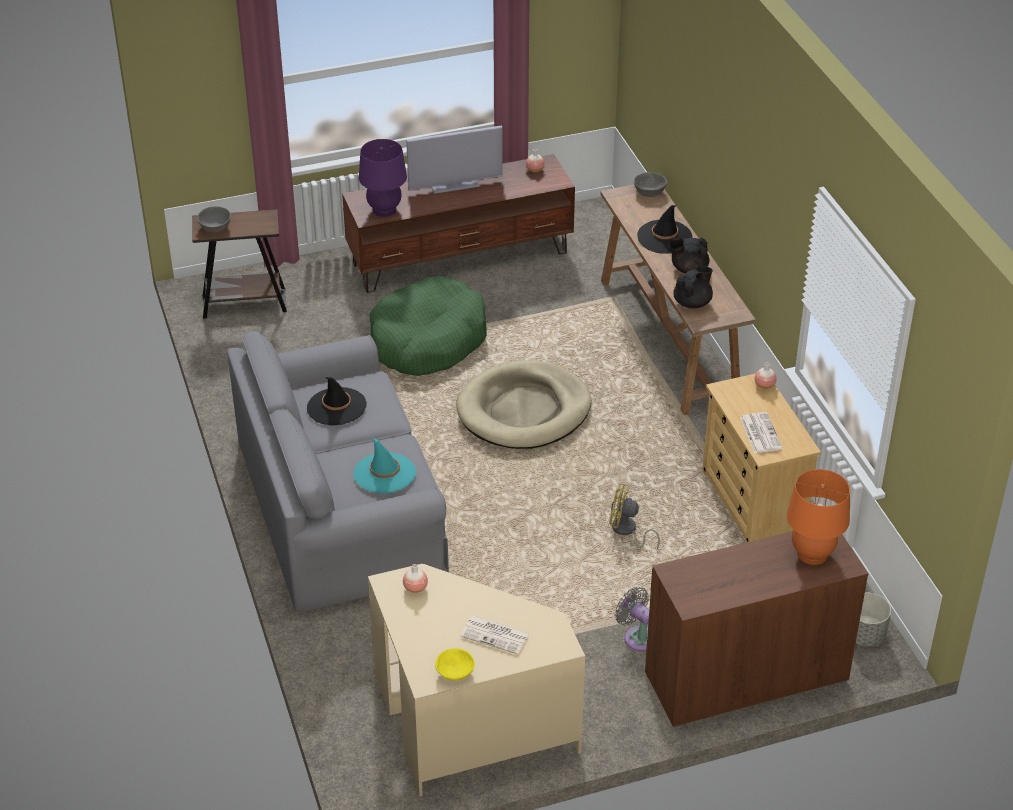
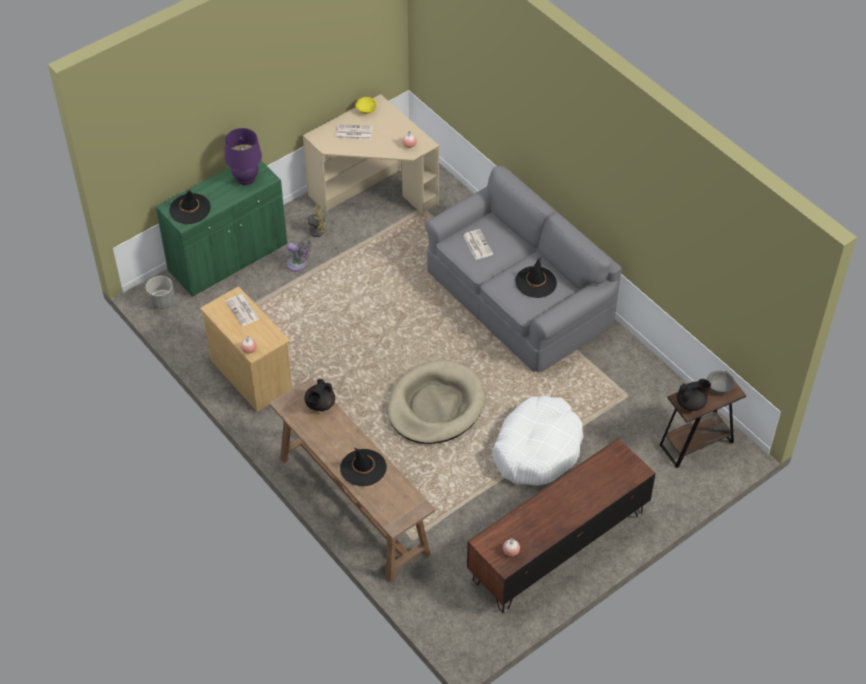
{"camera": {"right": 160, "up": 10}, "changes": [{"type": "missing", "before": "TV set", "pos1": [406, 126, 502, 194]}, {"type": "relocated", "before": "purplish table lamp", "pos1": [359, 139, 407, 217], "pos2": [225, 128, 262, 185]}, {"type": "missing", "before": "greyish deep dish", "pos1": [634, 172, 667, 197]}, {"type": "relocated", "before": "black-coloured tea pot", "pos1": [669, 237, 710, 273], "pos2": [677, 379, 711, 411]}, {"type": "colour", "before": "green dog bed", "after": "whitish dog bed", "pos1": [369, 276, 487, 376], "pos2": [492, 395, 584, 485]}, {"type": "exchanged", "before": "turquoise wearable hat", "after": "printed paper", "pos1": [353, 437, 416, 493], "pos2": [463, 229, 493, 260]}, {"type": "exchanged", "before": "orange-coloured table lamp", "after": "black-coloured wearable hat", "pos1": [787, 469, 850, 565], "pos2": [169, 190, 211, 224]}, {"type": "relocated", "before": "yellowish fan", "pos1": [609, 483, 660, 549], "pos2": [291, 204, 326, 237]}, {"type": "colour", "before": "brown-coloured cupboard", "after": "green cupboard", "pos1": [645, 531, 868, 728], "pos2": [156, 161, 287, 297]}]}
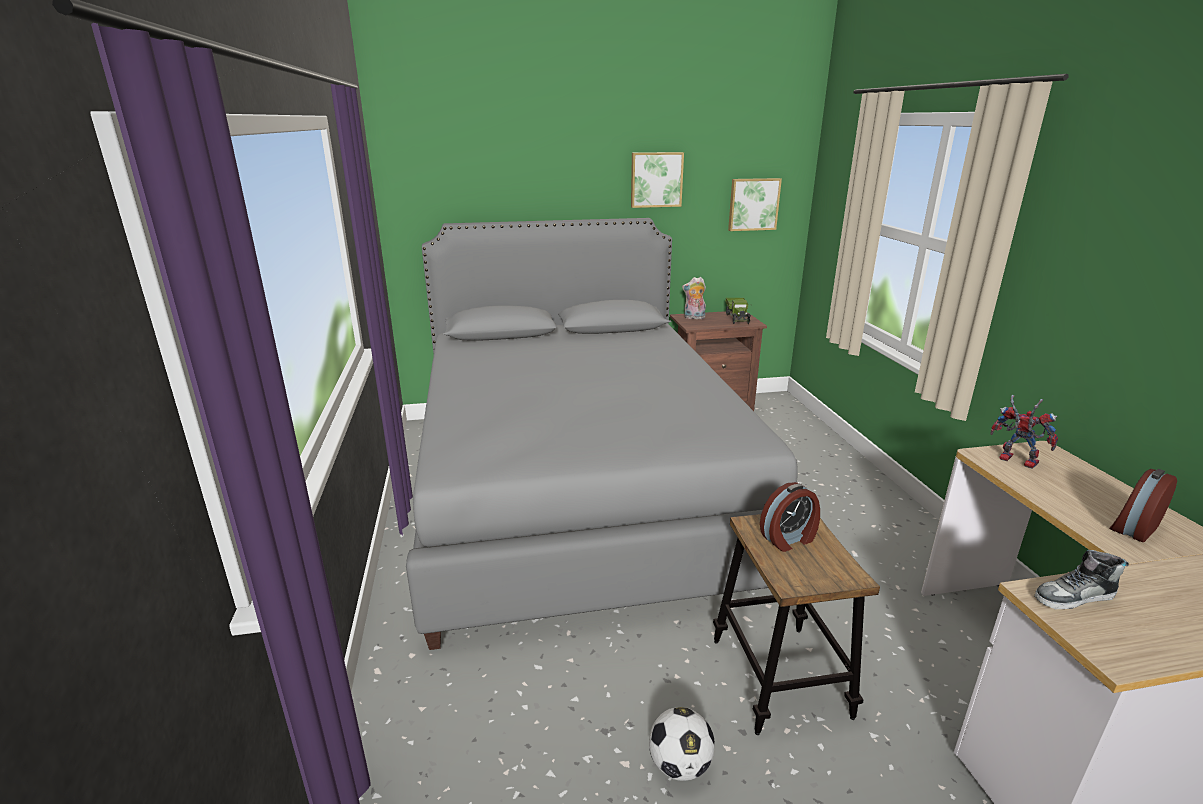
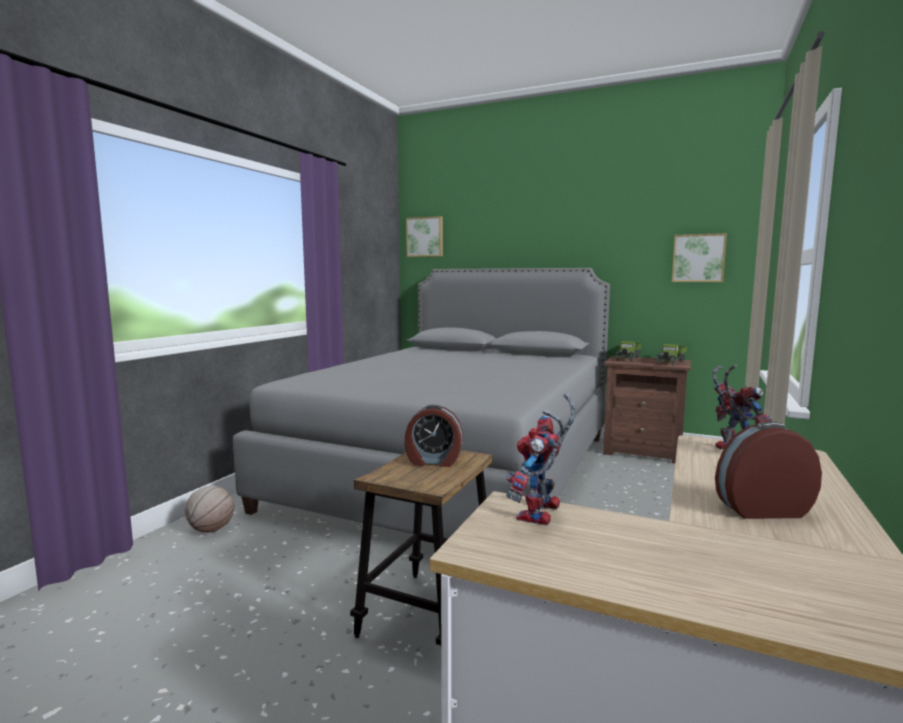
{"camera": {"right": 35, "up": -15}, "changes": [{"type": "relocated", "before": "picture", "pos1": [631, 152, 684, 208], "pos2": [406, 216, 443, 257]}, {"type": "exchanged", "before": "soft toy", "after": "toy truck", "pos1": [682, 277, 706, 319], "pos2": [616, 341, 641, 362]}, {"type": "exchanged", "before": "item of footwear", "after": "toy robot", "pos1": [1034, 550, 1128, 609], "pos2": [506, 394, 576, 525]}, {"type": "missing", "before": "ball for football", "pos1": [649, 707, 715, 781]}, {"type": "appeared", "after": "basketball", "pos2": [185, 486, 234, 533]}]}
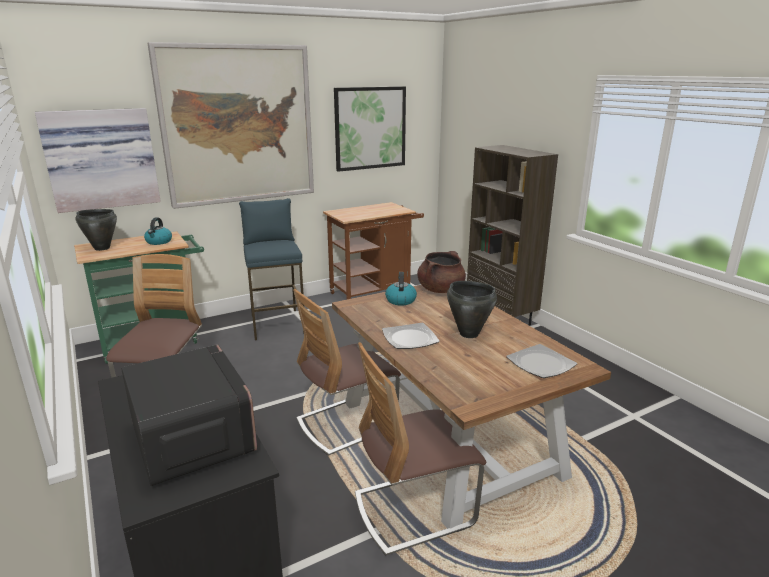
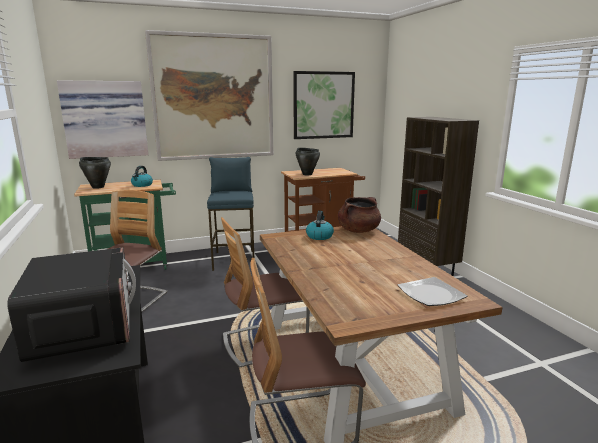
{"camera": {"right": 10, "up": -5}, "changes": [{"type": "relocated", "before": "black-coloured cooking pot", "pos1": [447, 281, 497, 338], "pos2": [295, 148, 320, 175]}, {"type": "missing", "before": "plate", "pos1": [382, 323, 440, 349]}]}
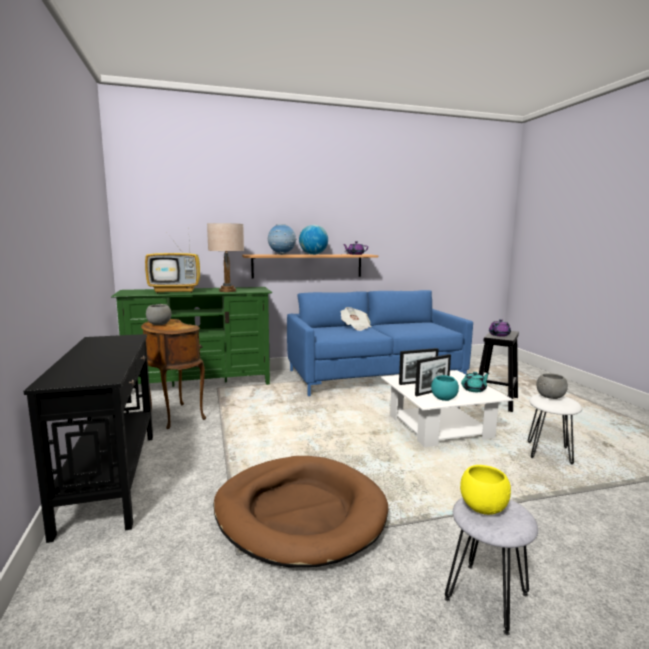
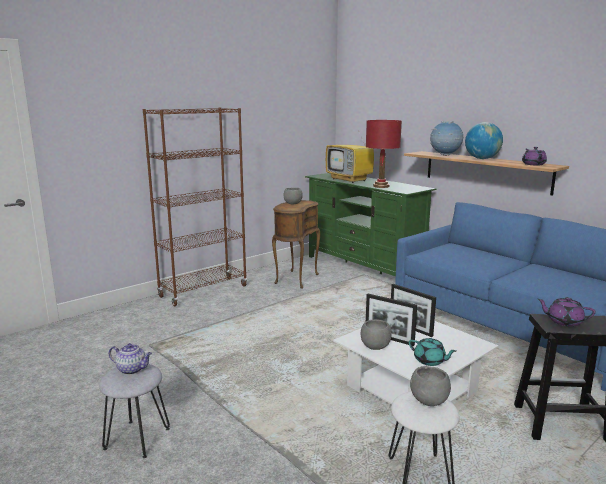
{"camera": {"right": 65, "up": 5}, "changes": [{"type": "colour", "before": "sand-coloured table lamp", "after": "reddish table lamp", "pos1": [207, 223, 244, 292], "pos2": [366, 120, 402, 188]}, {"type": "missing", "before": "printed paper", "pos1": [341, 307, 372, 331]}, {"type": "exchanged", "before": "black-coloured hall table", "after": "brown-coloured bookcase", "pos1": [24, 334, 153, 543], "pos2": [143, 108, 247, 306]}, {"type": "colour", "before": "turquoise deep dish", "after": "greyish deep dish", "pos1": [431, 375, 459, 401], "pos2": [361, 320, 392, 350]}, {"type": "missing", "before": "brown-coloured dog bed", "pos1": [213, 456, 388, 567]}, {"type": "exchanged", "before": "yellowish deep dish", "after": "tea pot", "pos1": [460, 465, 511, 515], "pos2": [109, 343, 152, 375]}]}
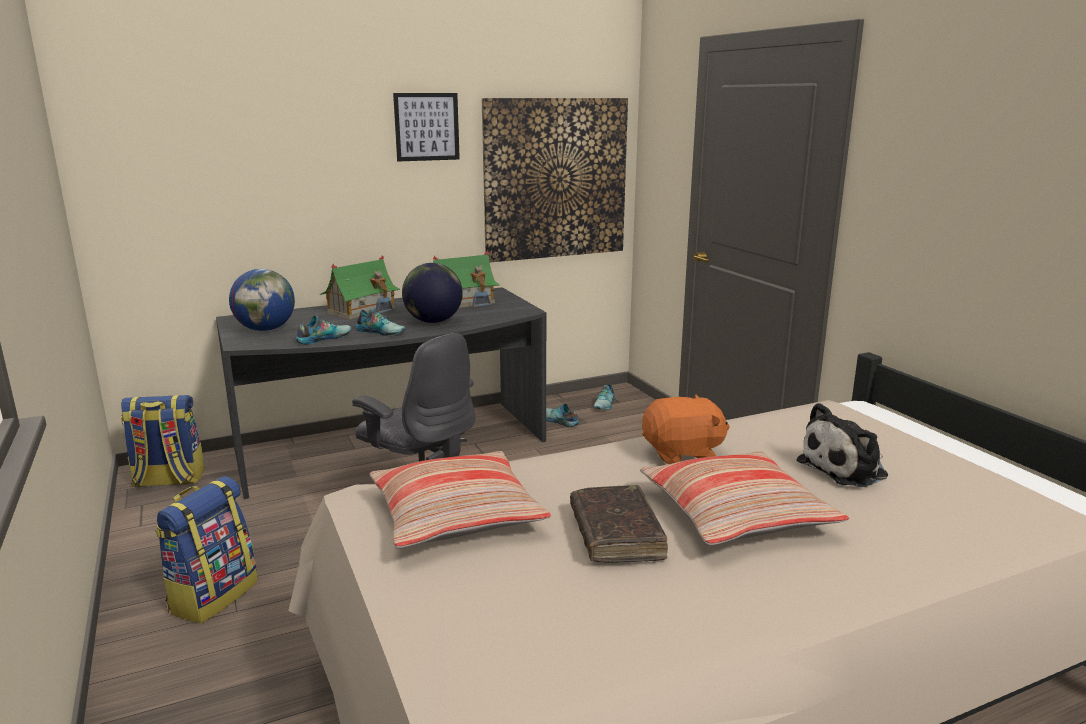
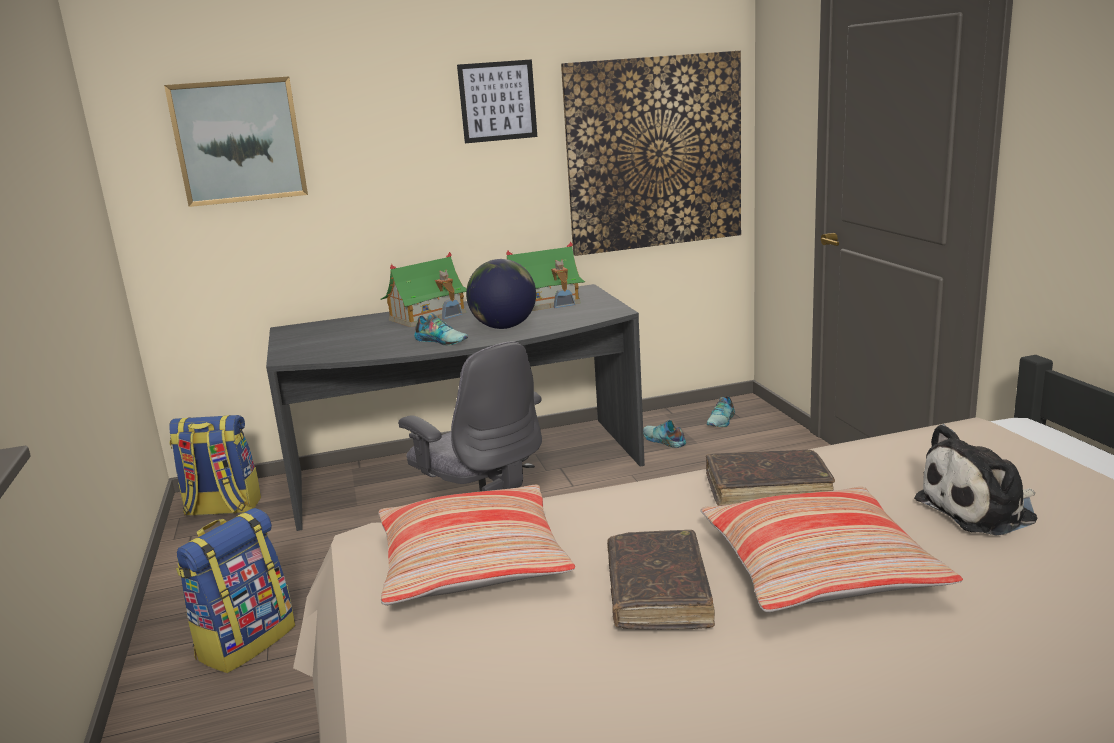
{"camera": {"right": 10, "up": 0}, "changes": [{"type": "missing", "before": "desk globe", "pos1": [229, 269, 295, 331]}, {"type": "missing", "before": "item of footwear", "pos1": [296, 316, 352, 344]}, {"type": "exchanged", "before": "orange-coloured soft toy", "after": "brown-coloured book", "pos1": [642, 394, 730, 464], "pos2": [706, 449, 835, 506]}, {"type": "appeared", "after": "picture", "pos2": [164, 76, 308, 207]}]}
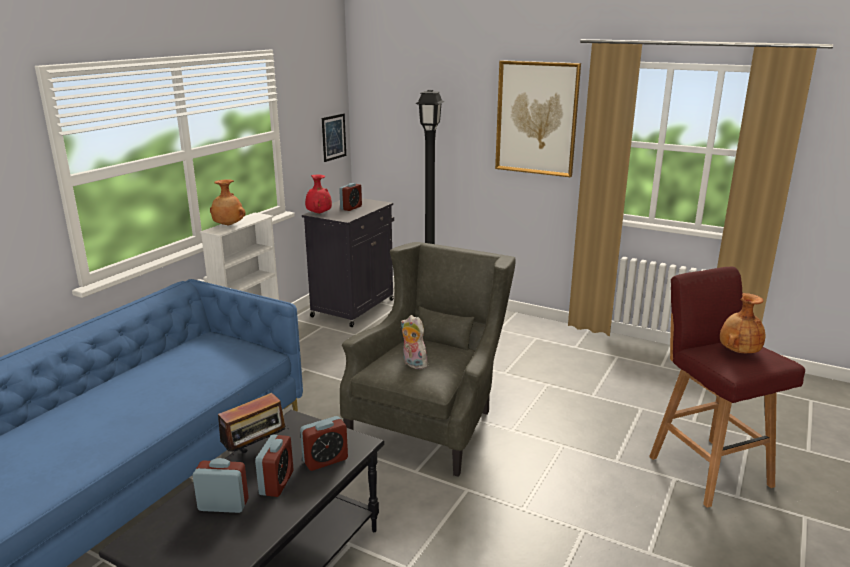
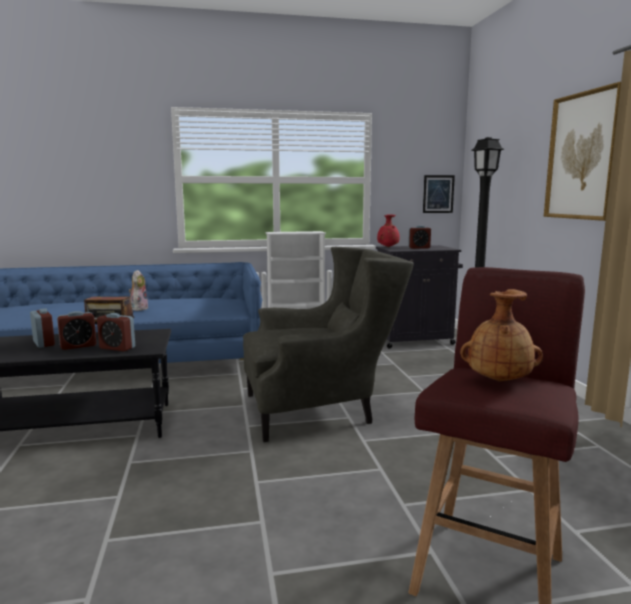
{"camera": {"right": 50, "up": -10}, "changes": [{"type": "missing", "before": "brown-coloured vase", "pos1": [210, 179, 246, 226]}, {"type": "relocated", "before": "soft toy", "pos1": [401, 315, 427, 369], "pos2": [129, 270, 148, 311]}]}
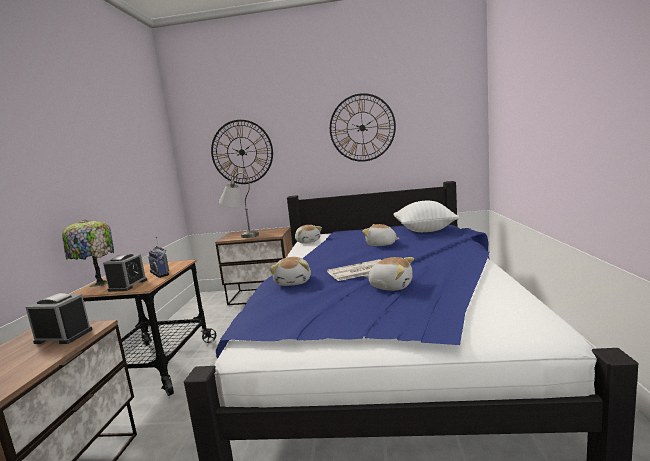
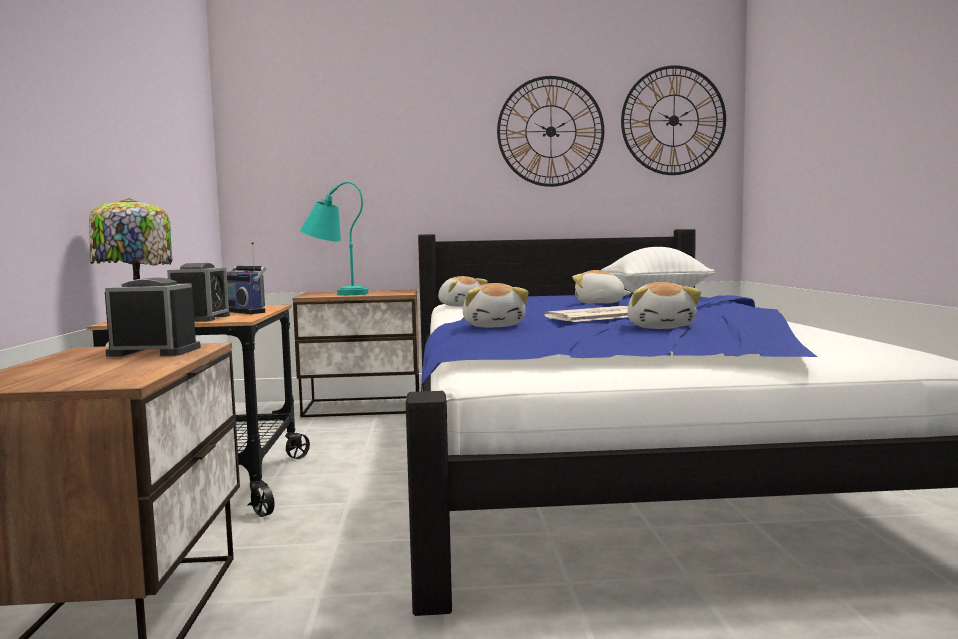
{"camera": {"right": -10, "up": -5}, "changes": [{"type": "relocated", "before": "clock on the wall", "pos1": [211, 120, 273, 184], "pos2": [621, 65, 726, 175]}, {"type": "colour", "before": "greyish table lamp", "after": "turquoise table lamp", "pos1": [219, 173, 259, 238], "pos2": [300, 181, 368, 295]}, {"type": "spun", "before": "soft toy", "pos1": [365, 257, 414, 291], "pos2": [627, 282, 701, 329], "turn": 75}]}
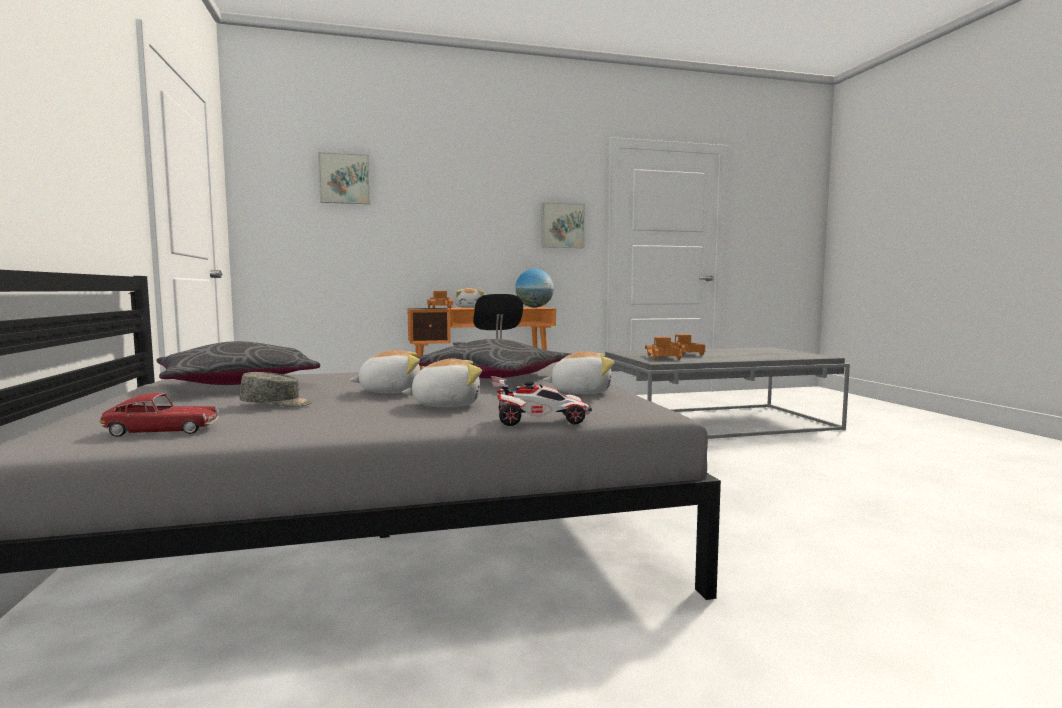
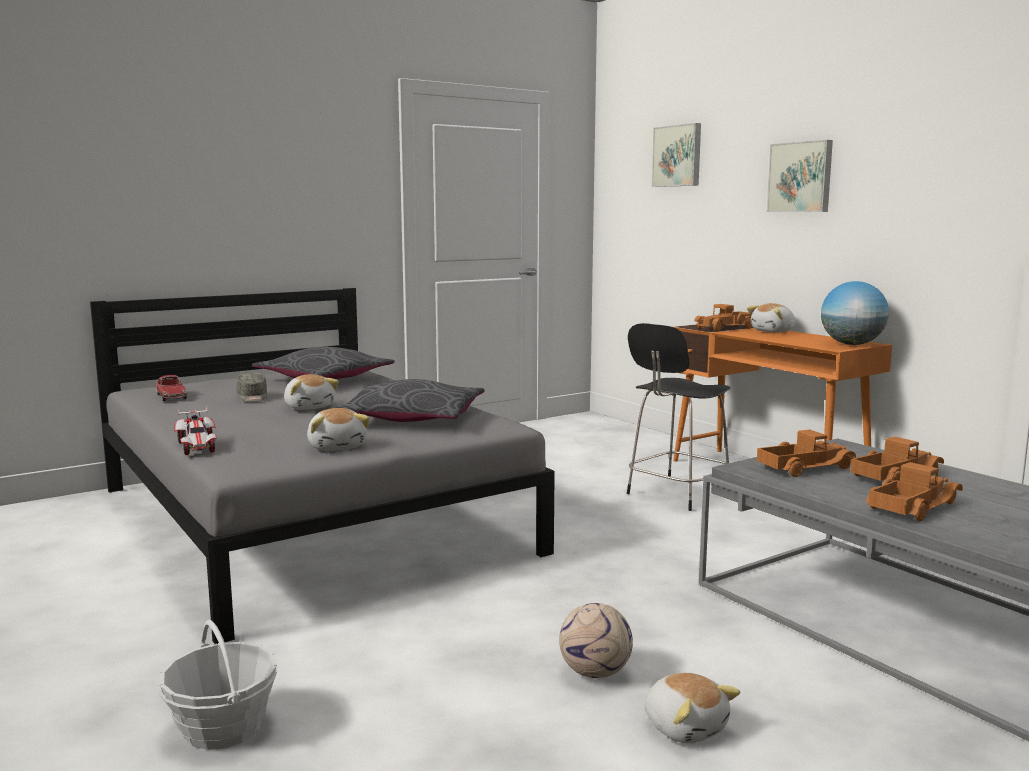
{"camera": {"right": 70, "up": 5}, "changes": [{"type": "relocated", "before": "picture", "pos1": [541, 202, 585, 248], "pos2": [767, 140, 833, 212]}, {"type": "relocated", "before": "soft toy", "pos1": [402, 359, 482, 407], "pos2": [645, 673, 740, 743]}, {"type": "appeared", "after": "toy truck", "pos2": [865, 462, 963, 521]}, {"type": "appeared", "after": "ball for football", "pos2": [559, 603, 633, 678]}, {"type": "appeared", "after": "household basket", "pos2": [158, 620, 278, 750]}]}
